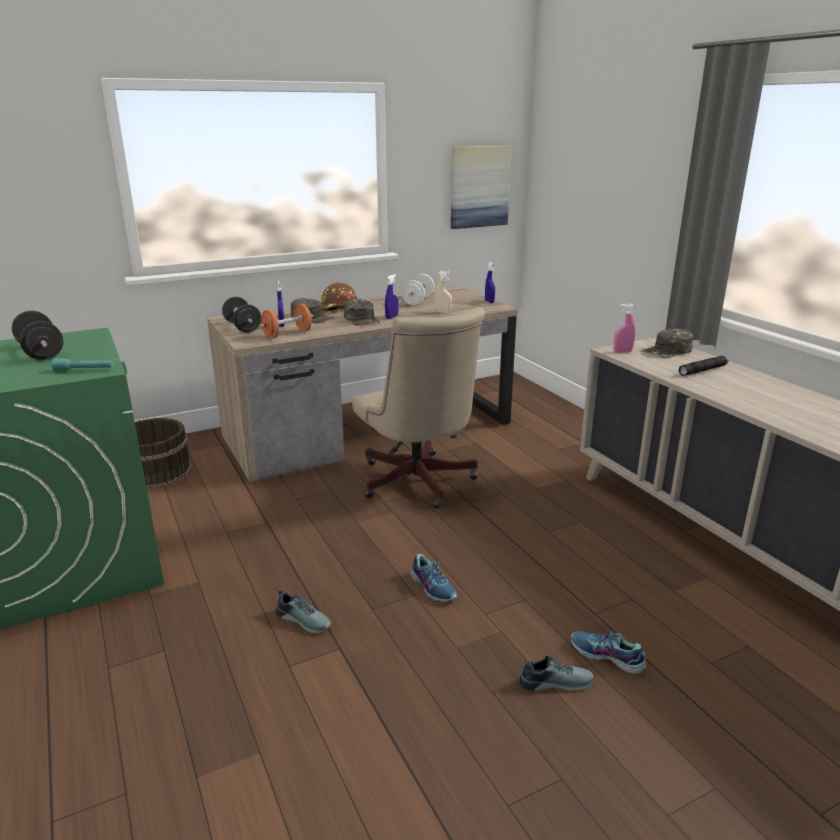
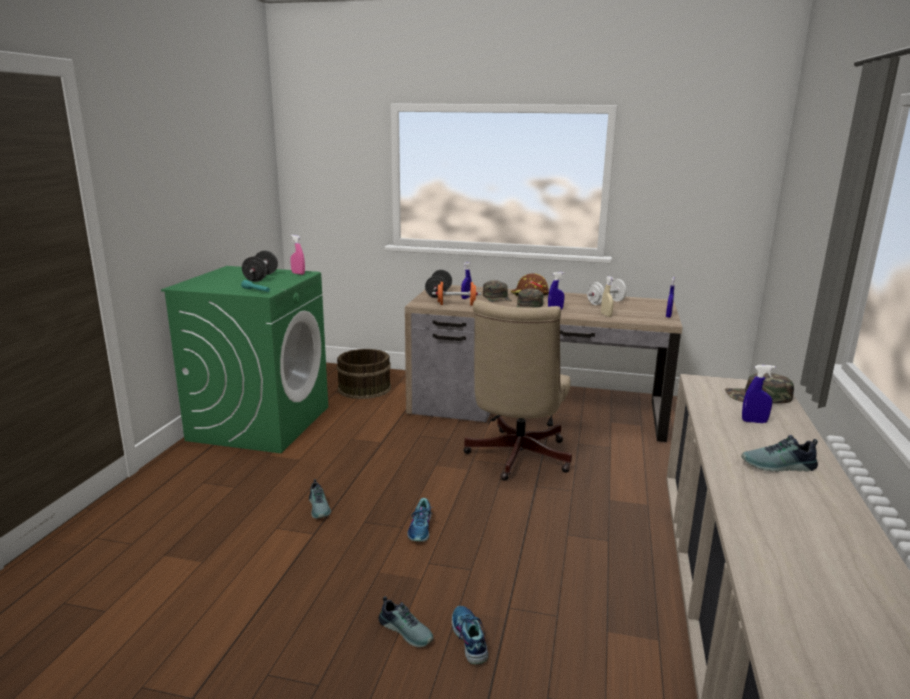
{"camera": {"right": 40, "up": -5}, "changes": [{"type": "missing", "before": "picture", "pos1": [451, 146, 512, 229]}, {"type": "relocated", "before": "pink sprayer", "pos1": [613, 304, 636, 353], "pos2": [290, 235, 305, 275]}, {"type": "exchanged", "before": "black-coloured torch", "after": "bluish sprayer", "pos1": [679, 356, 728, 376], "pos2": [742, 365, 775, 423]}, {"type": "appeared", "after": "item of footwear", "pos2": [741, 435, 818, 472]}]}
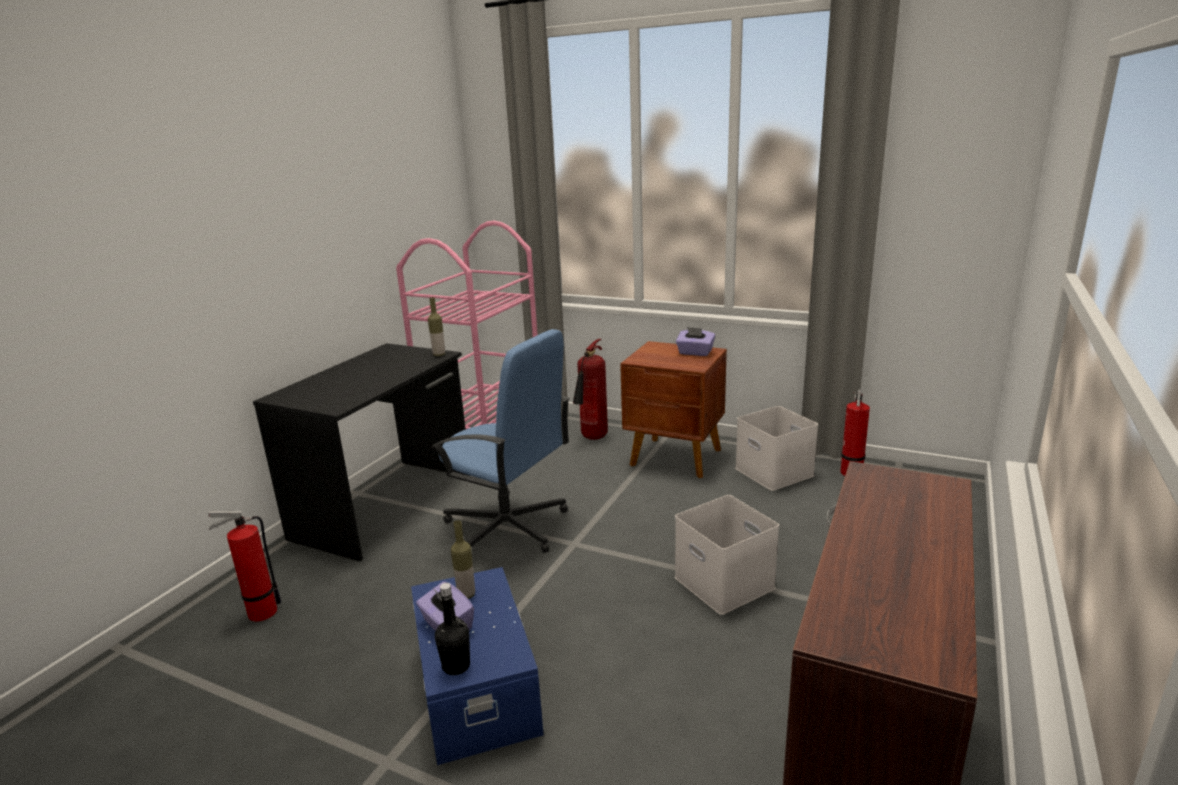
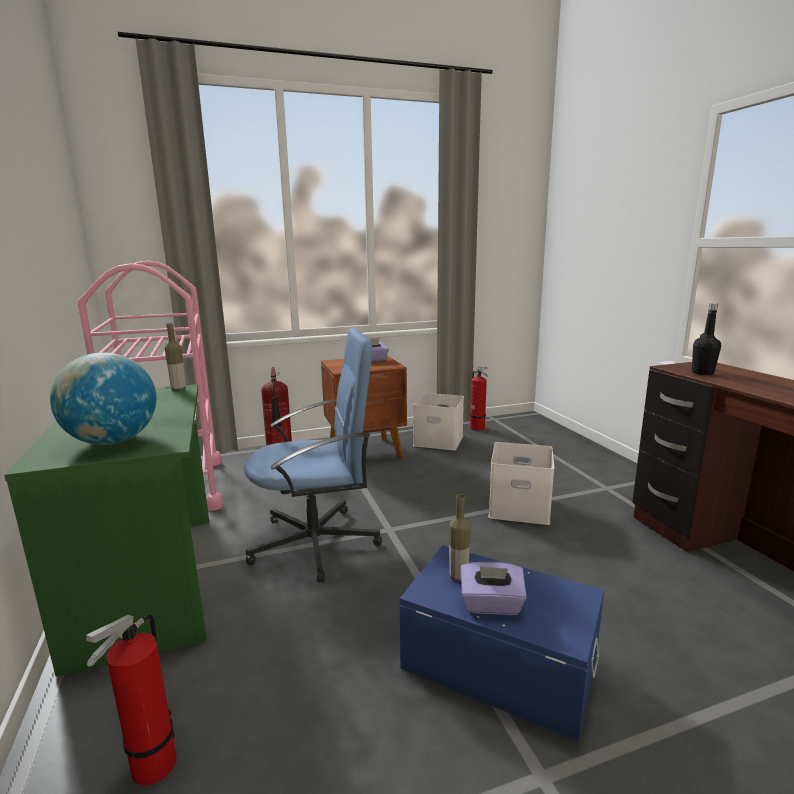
{"camera": {"right": -45, "up": -5}, "changes": [{"type": "colour", "before": "black-coloured desk", "after": "green desk", "pos1": [253, 343, 470, 561], "pos2": [4, 384, 209, 677]}, {"type": "relocated", "before": "black-coloured bottle", "pos1": [435, 583, 470, 675], "pos2": [692, 303, 721, 375]}, {"type": "appeared", "after": "desk globe", "pos2": [50, 352, 156, 445]}]}
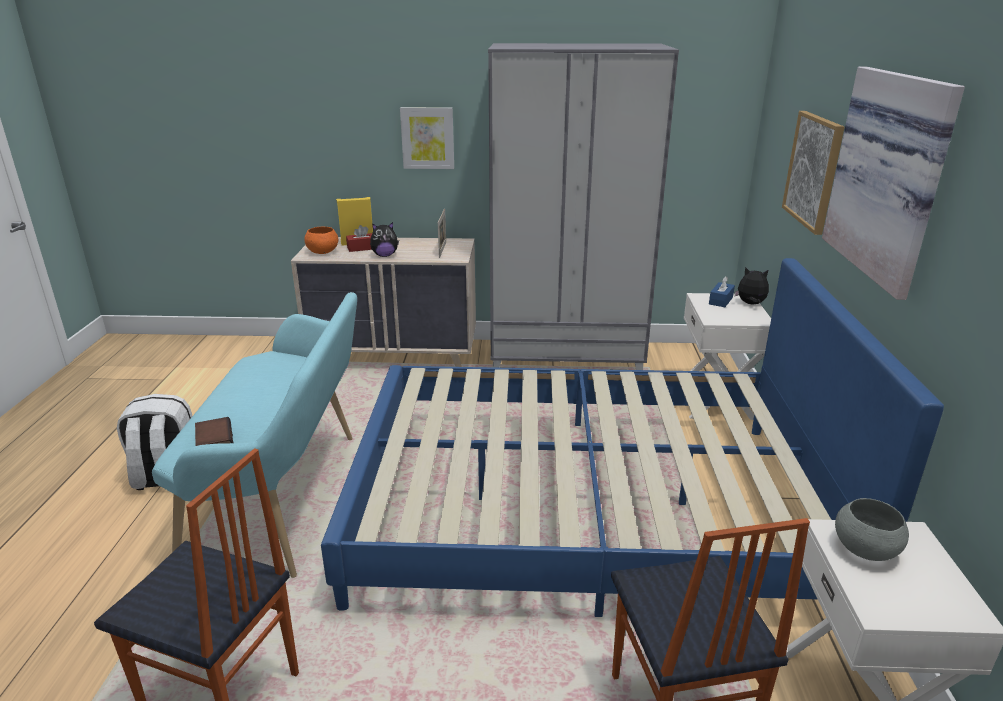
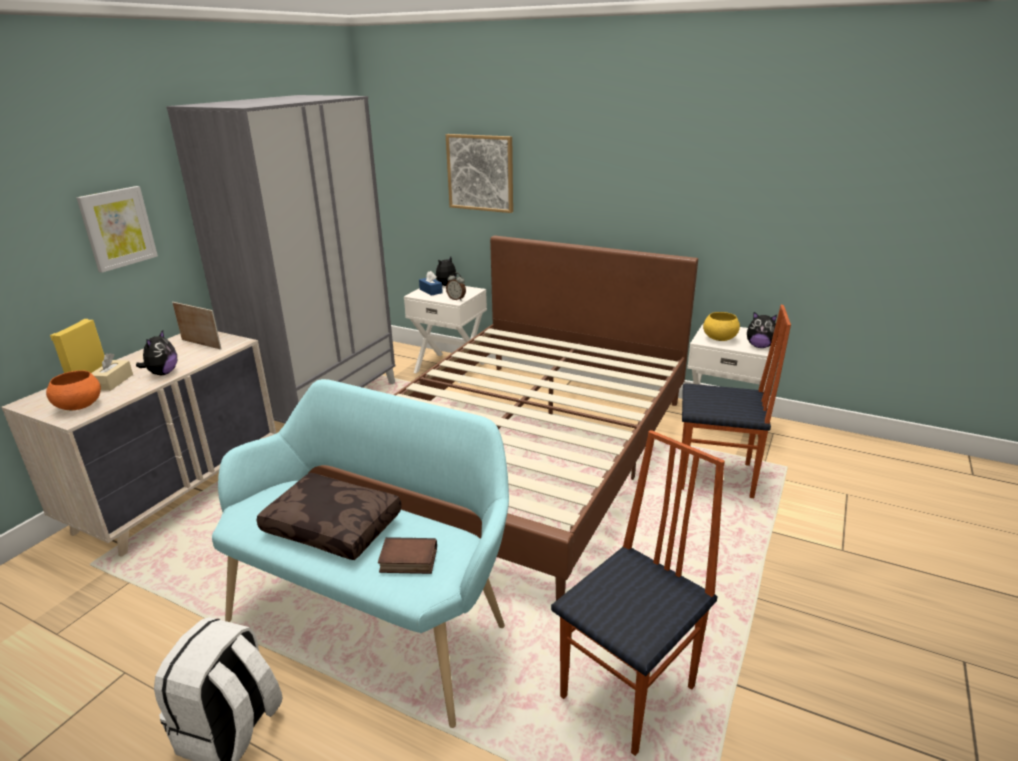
{"camera": {"right": -65, "up": 0}, "changes": [{"type": "missing", "before": "picture", "pos1": [822, 66, 965, 300]}, {"type": "colour", "before": "reddish tissue box", "after": "sand-coloured tissue box", "pos1": [346, 225, 372, 252], "pos2": [91, 353, 133, 391]}, {"type": "colour", "before": "bluish sleeping bed", "after": "brown-coloured sleeping bed", "pos1": [321, 258, 944, 617], "pos2": [309, 235, 698, 601]}, {"type": "colour", "before": "greyish deep dish", "after": "yellowish deep dish", "pos1": [835, 498, 909, 561], "pos2": [703, 312, 740, 341]}, {"type": "appeared", "after": "table clock", "pos2": [446, 272, 466, 301]}, {"type": "appeared", "after": "soft toy", "pos2": [747, 312, 778, 348]}, {"type": "appeared", "after": "brown-coloured throw pillow", "pos2": [256, 473, 402, 560]}]}
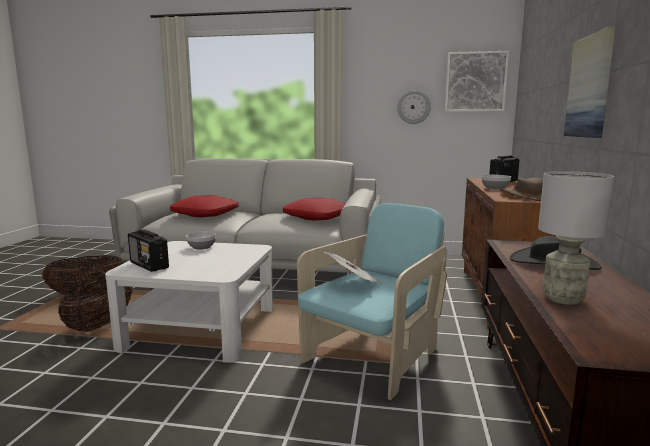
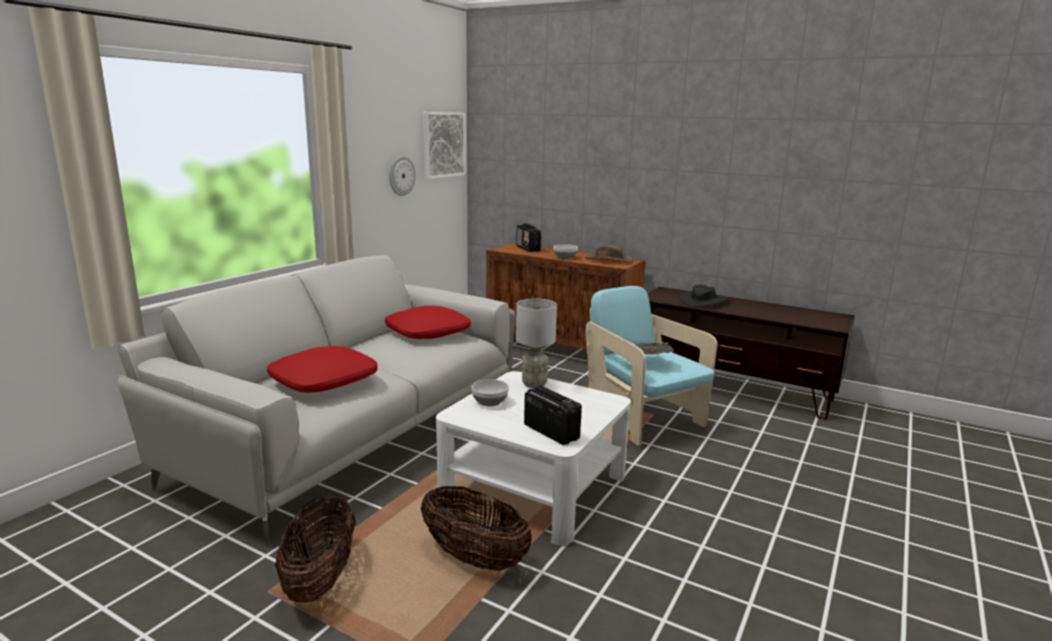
{"camera": {"right": -70, "up": 5}, "changes": [{"type": "missing", "before": "picture", "pos1": [564, 27, 616, 138]}, {"type": "relocated", "before": "greyish table lamp", "pos1": [538, 171, 614, 305], "pos2": [516, 298, 557, 388]}, {"type": "spun", "before": "radio", "pos1": [128, 229, 169, 272], "pos2": [524, 386, 582, 445], "turn": -105}]}
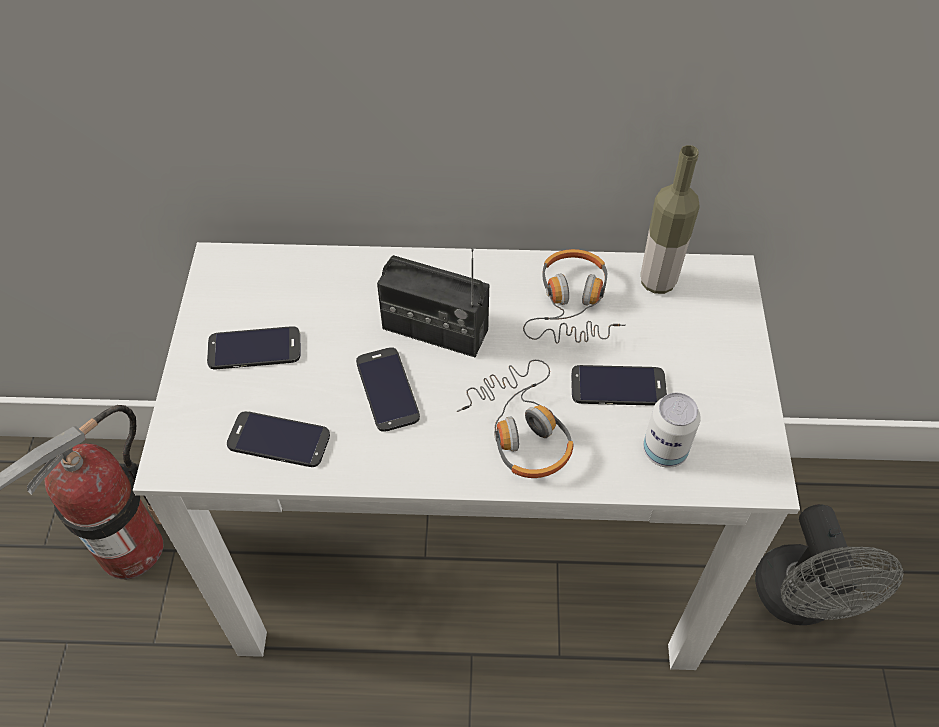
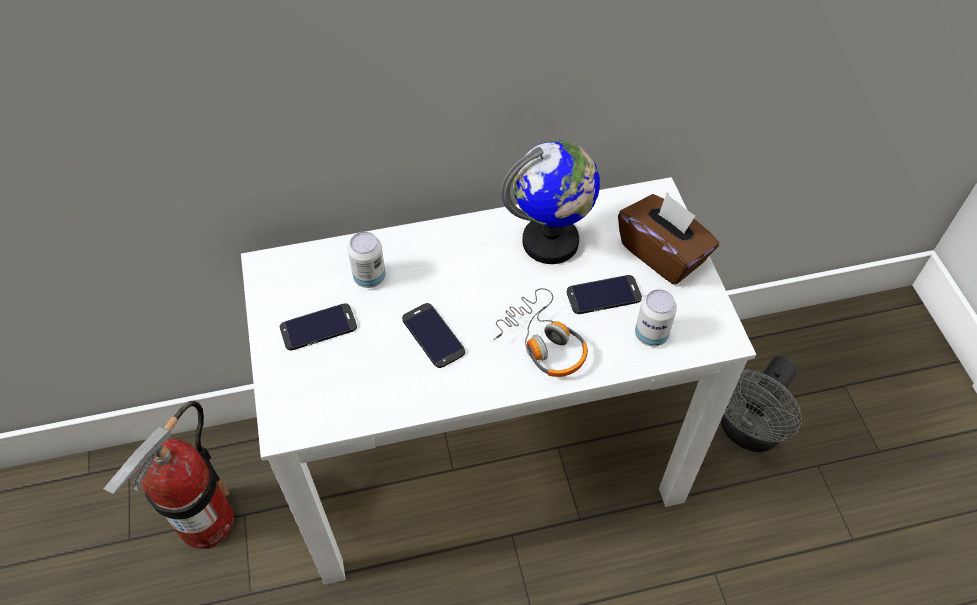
{"camera": {"right": -15, "up": 0}, "changes": [{"type": "missing", "before": "bottle", "pos1": [641, 145, 699, 294]}, {"type": "missing", "before": "radio", "pos1": [377, 248, 489, 357]}, {"type": "exchanged", "before": "pair of headphones", "after": "desk globe", "pos1": [523, 249, 626, 344], "pos2": [501, 140, 600, 264]}, {"type": "missing", "before": "telephone", "pos1": [227, 411, 330, 467]}, {"type": "spun", "before": "greyish fan", "pos1": [755, 504, 904, 625], "pos2": [721, 356, 802, 452], "turn": 60}, {"type": "appeared", "after": "brown-coloured tissue box", "pos2": [618, 193, 719, 285]}, {"type": "appeared", "after": "can", "pos2": [348, 232, 386, 288]}]}
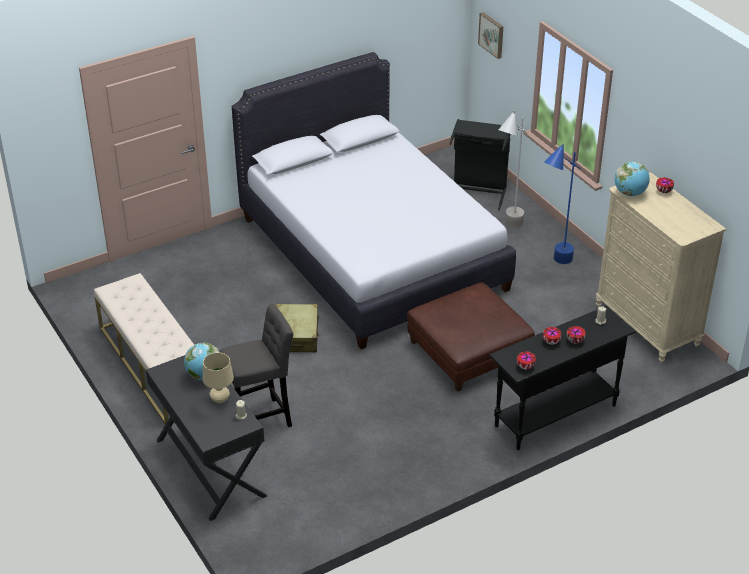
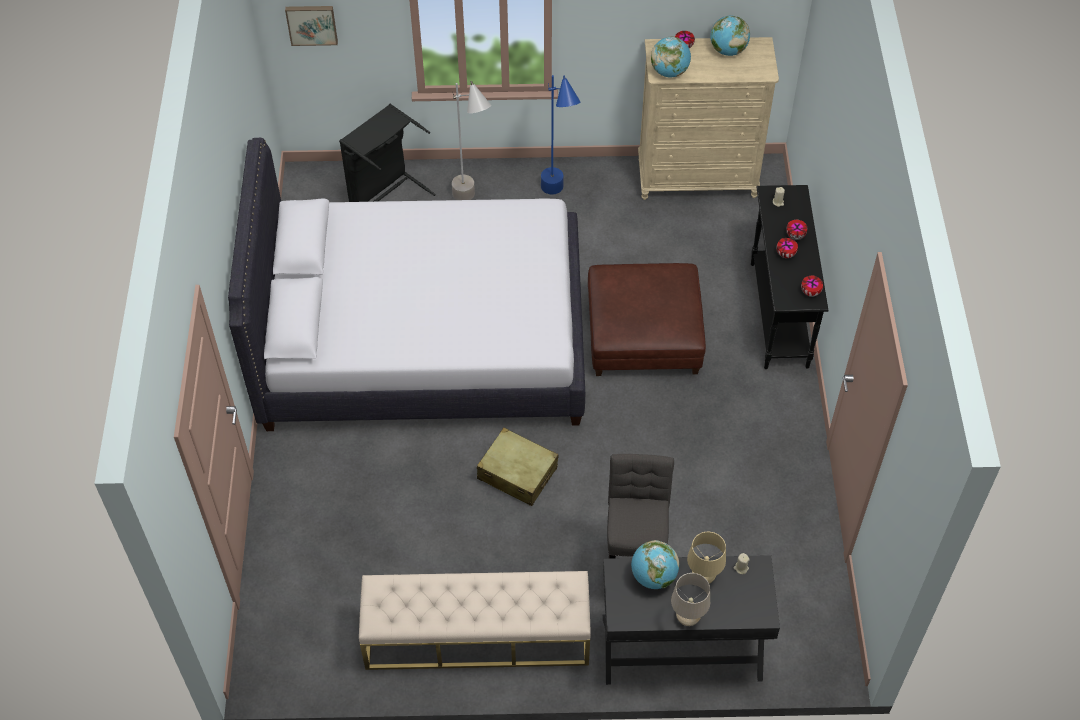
{"camera": {"right": -60, "up": 15}, "changes": [{"type": "appeared", "after": "desk globe", "pos2": [710, 16, 750, 56]}, {"type": "appeared", "after": "sand-coloured table lamp", "pos2": [671, 573, 710, 626]}]}
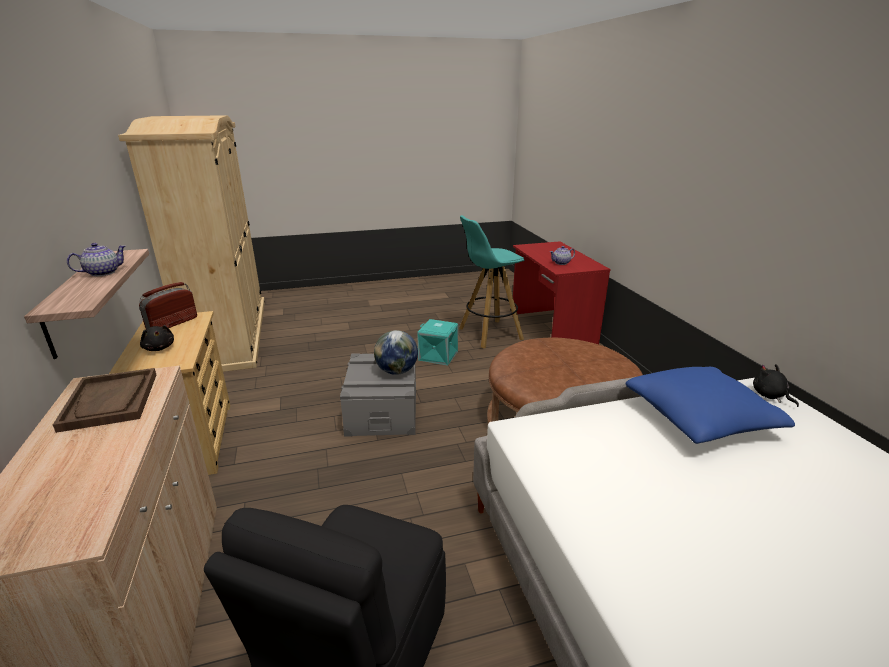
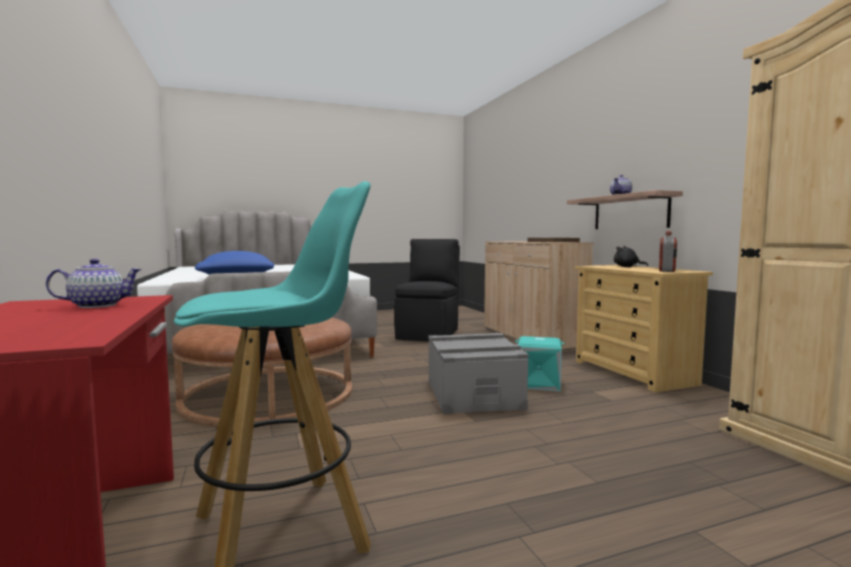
{"camera": {"right": 175, "up": -20}, "changes": [{"type": "relocated", "before": "turquoise storage box", "pos1": [417, 319, 458, 366], "pos2": [516, 336, 564, 392]}, {"type": "missing", "before": "desk globe", "pos1": [374, 330, 418, 375]}, {"type": "missing", "before": "black-coloured soft toy", "pos1": [753, 364, 799, 407]}]}
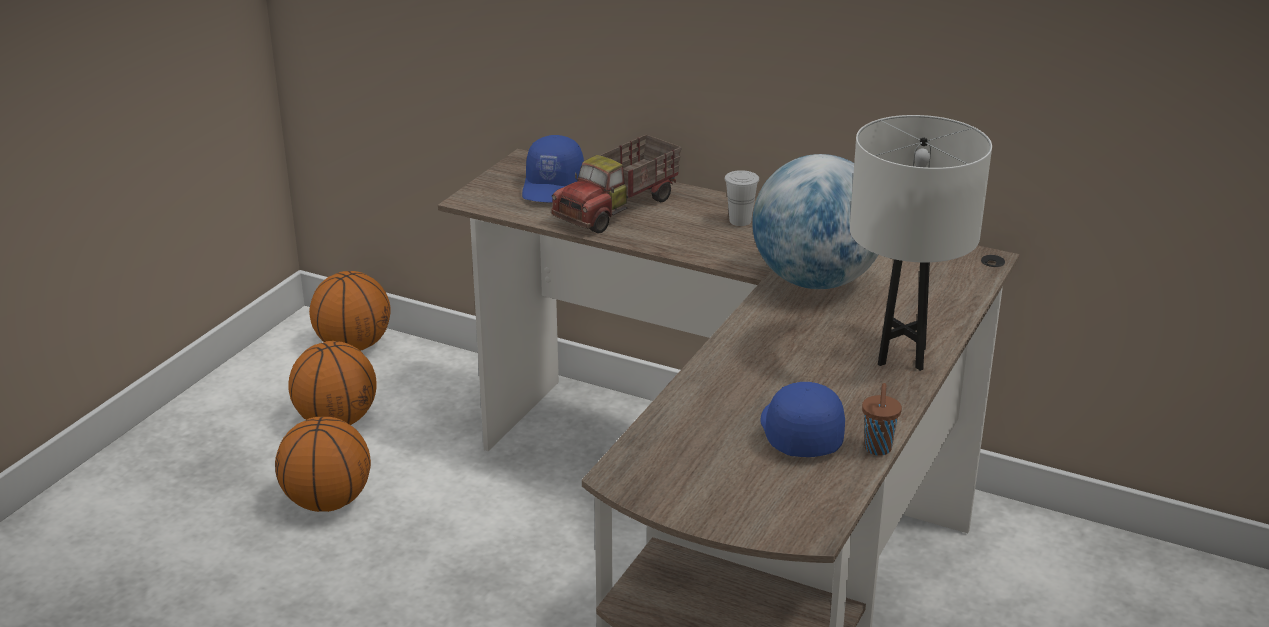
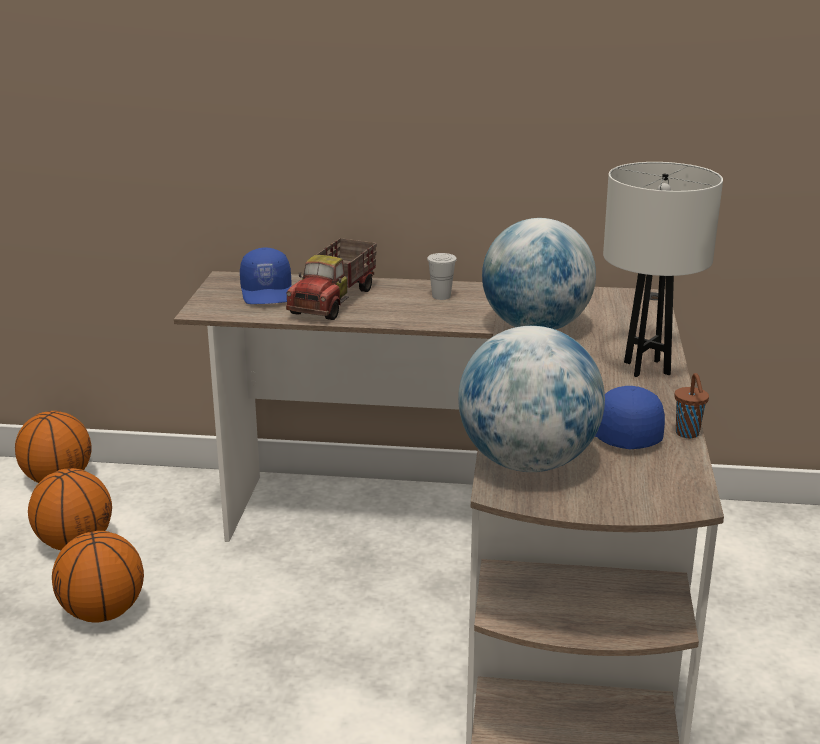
{"camera": {"right": -20, "up": -5}, "changes": [{"type": "appeared", "after": "desk globe", "pos2": [458, 326, 605, 472]}]}
